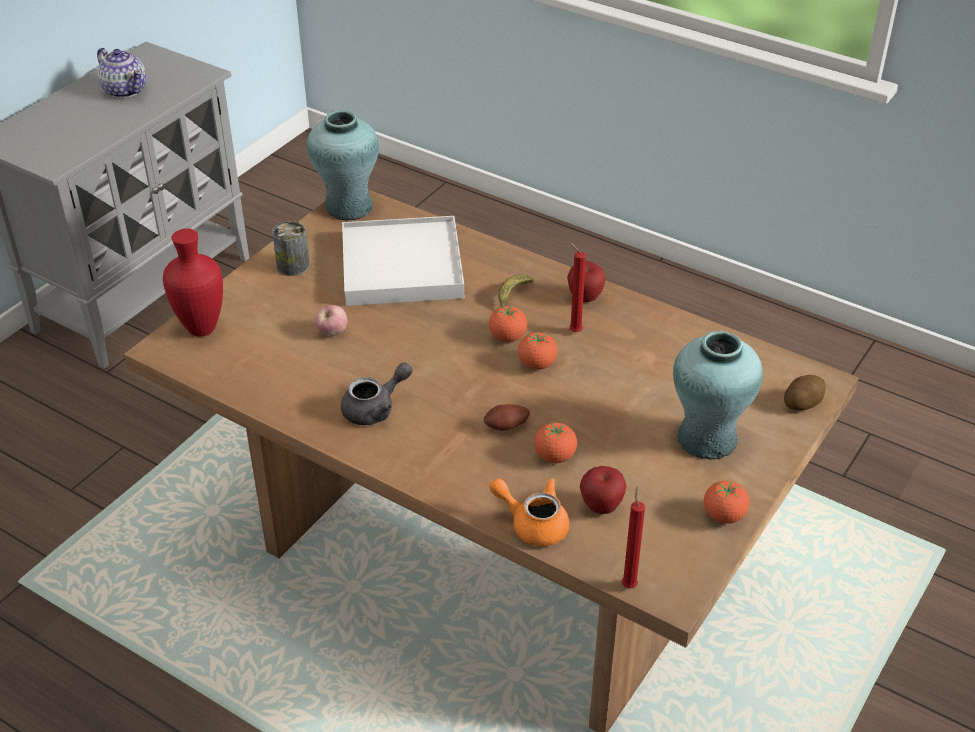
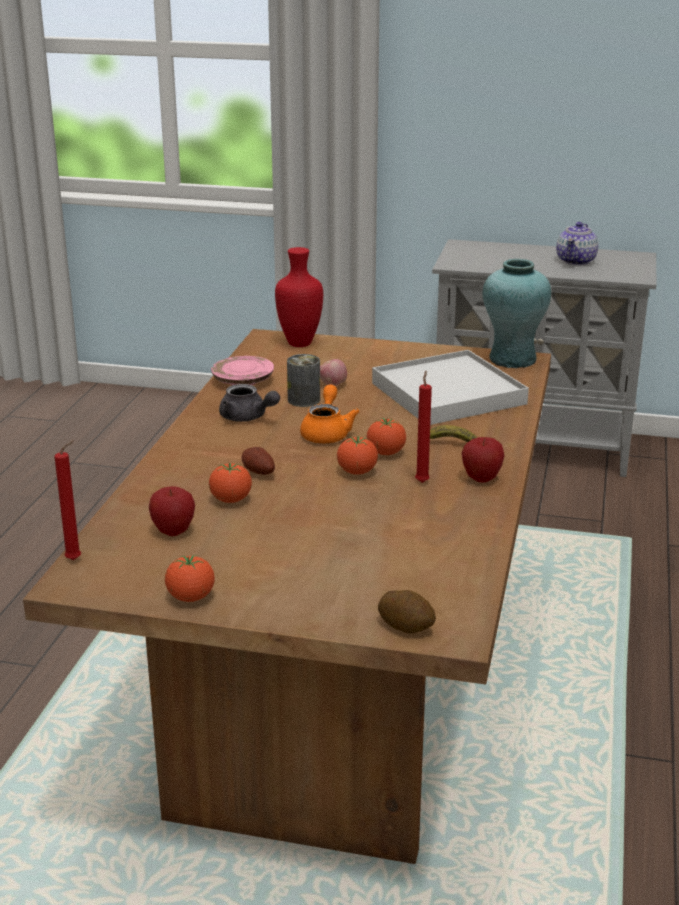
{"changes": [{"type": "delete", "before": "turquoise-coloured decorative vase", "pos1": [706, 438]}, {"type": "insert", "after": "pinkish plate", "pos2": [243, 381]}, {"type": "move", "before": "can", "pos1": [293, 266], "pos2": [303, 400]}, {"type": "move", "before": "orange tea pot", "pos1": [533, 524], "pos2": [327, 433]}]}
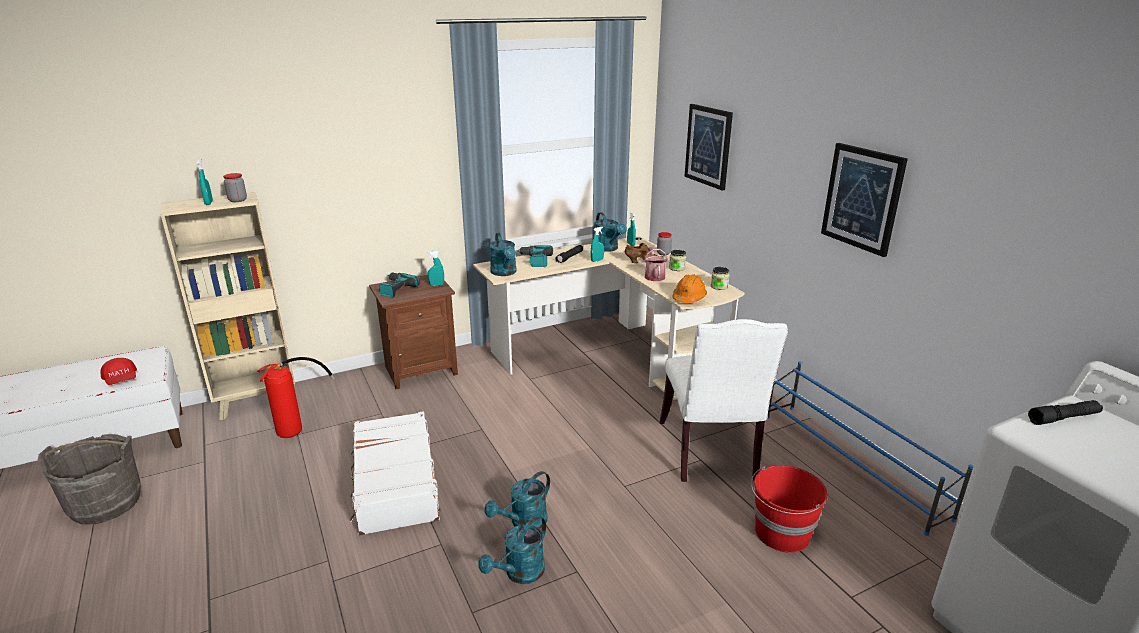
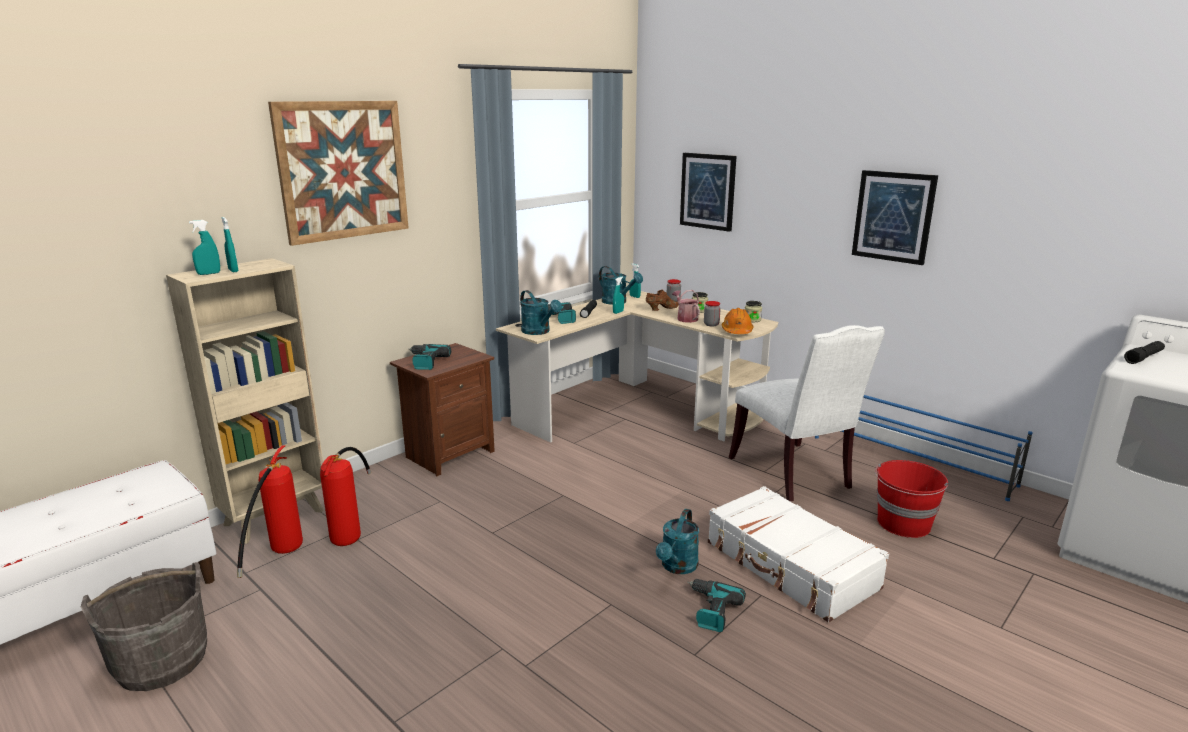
{"changes": [{"type": "delete", "before": "red cap", "pos1": [121, 380]}, {"type": "insert", "after": "fire-fighting cylinder", "pos2": [278, 557]}, {"type": "insert", "after": "wall art", "pos2": [343, 170]}, {"type": "move", "before": "storage jar", "pos1": [238, 200], "pos2": [711, 324]}, {"type": "move", "before": "whitish suitcase", "pos1": [395, 483], "pos2": [790, 566]}, {"type": "move", "before": "turquoise-coloured spray bottle", "pos1": [436, 285], "pos2": [209, 274]}, {"type": "replace", "before": "turquoise-coloured sprinkling can", "after": "electric drill", "pos1": [520, 574], "pos2": [711, 610]}]}
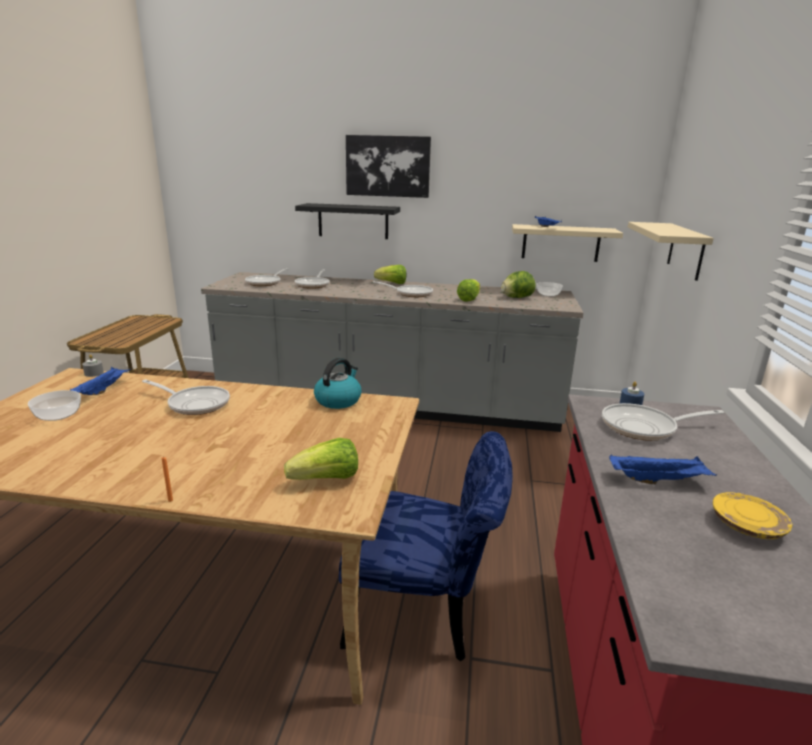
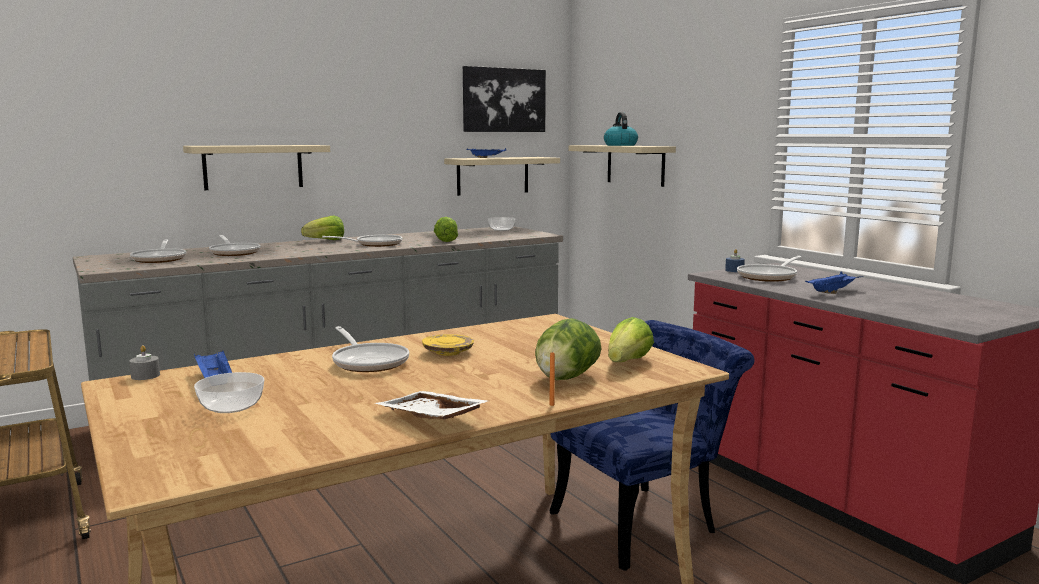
{"changes": [{"type": "insert", "after": "whitish serving tray", "pos2": [429, 418]}, {"type": "move", "before": "water kettle", "pos1": [338, 400], "pos2": [620, 145]}, {"type": "move", "before": "wall art", "pos1": [388, 166], "pos2": [503, 100]}, {"type": "move", "before": "head of lettuce", "pos1": [516, 297], "pos2": [565, 378]}, {"type": "move", "before": "yellow plate", "pos1": [747, 525], "pos2": [448, 352]}, {"type": "recolor", "before": "blackish shelf", "after": "beige shelf", "pos1": [353, 221], "pos2": [253, 167]}, {"type": "rotate", "before": "pan", "pos1": [195, 404], "pos2": [368, 362], "turn": 75}]}
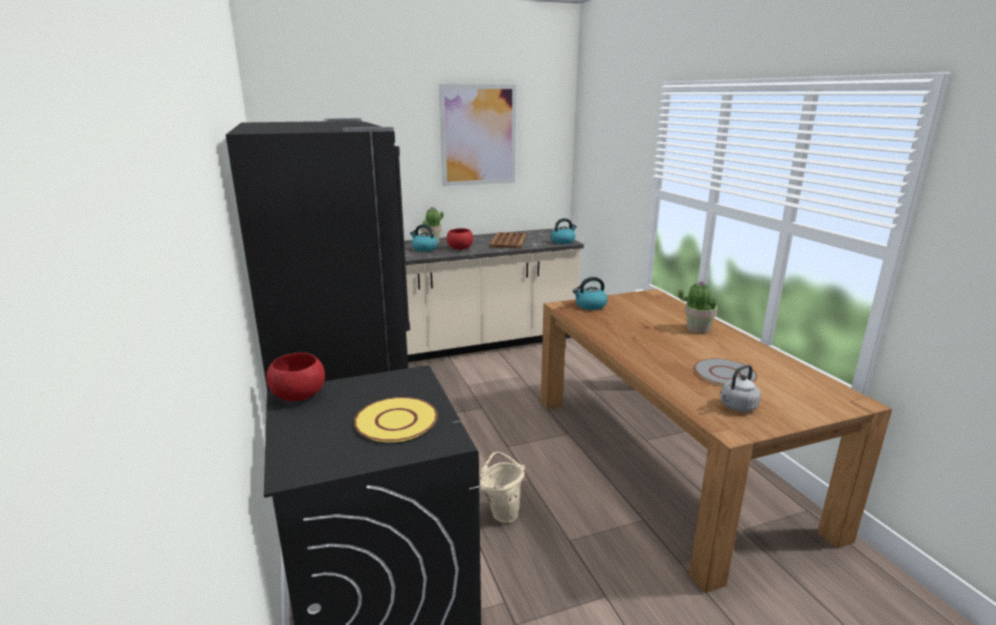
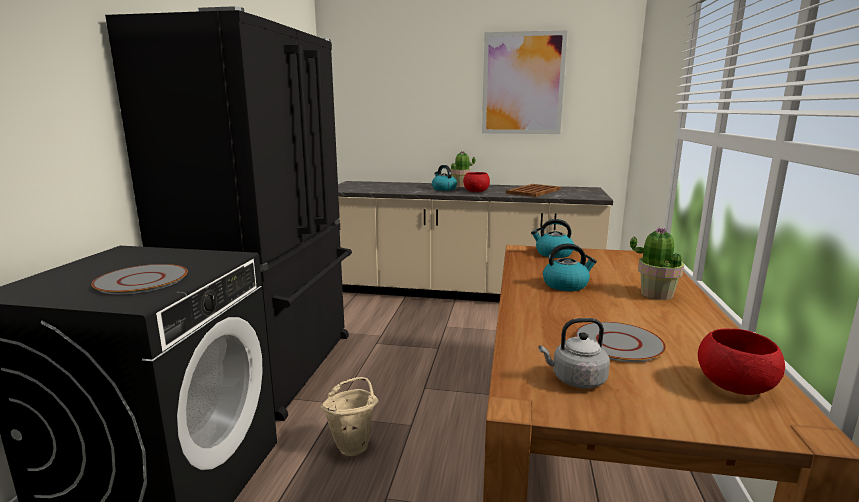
{"changes": [{"type": "move", "before": "red serving bowl", "pos1": [298, 395], "pos2": [734, 385]}, {"type": "move", "before": "water kettle", "pos1": [563, 241], "pos2": [566, 285]}, {"type": "recolor", "before": "yellow plate", "after": "greyish plate", "pos1": [395, 421], "pos2": [141, 280]}]}
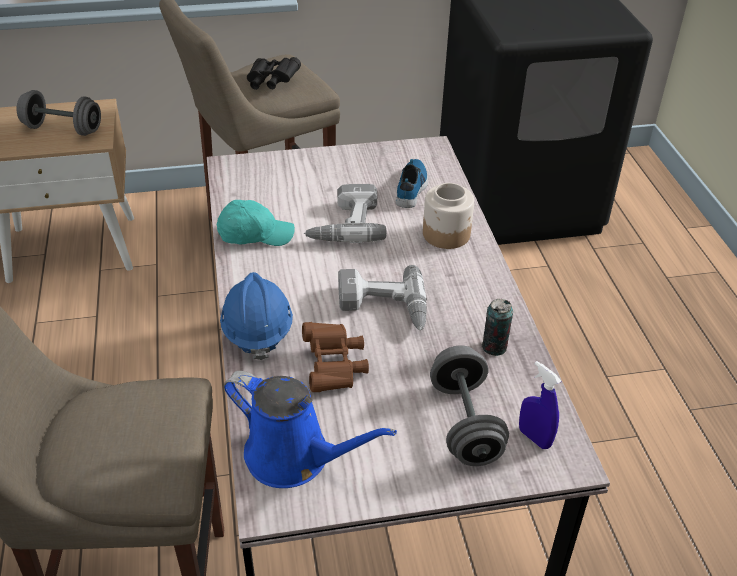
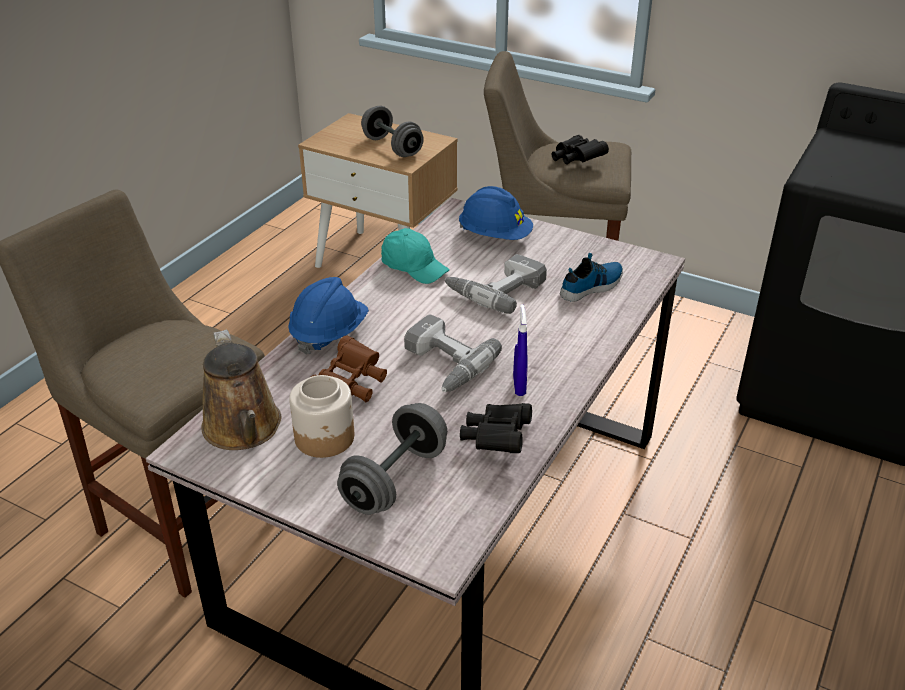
{"changes": [{"type": "insert", "after": "blue work helmet", "pos2": [495, 236]}, {"type": "move", "before": "storage jar", "pos1": [447, 234], "pos2": [325, 438]}, {"type": "move", "before": "blue spray bottle", "pos1": [534, 438], "pos2": [519, 386]}, {"type": "replace", "before": "can", "after": "blackish binoculars", "pos1": [494, 347], "pos2": [496, 439]}, {"type": "recolor", "before": "blue sprinkling can", "after": "brown-coloured sprinkling can", "pos1": [294, 457], "pos2": [244, 429]}]}
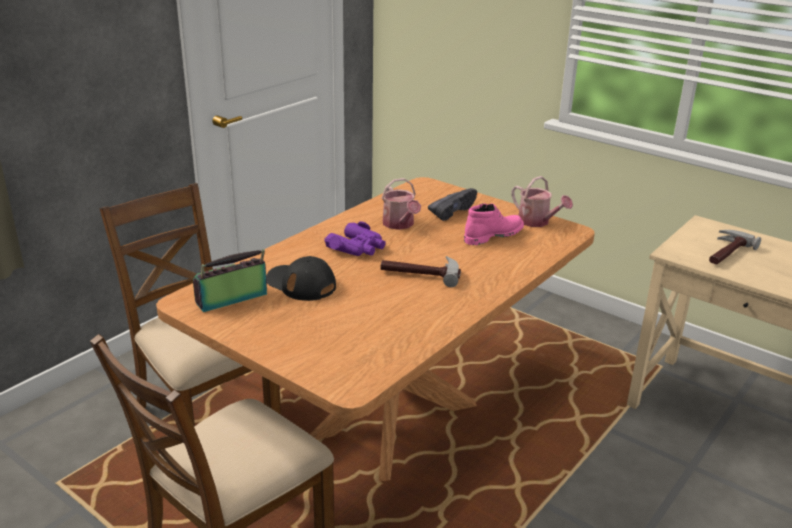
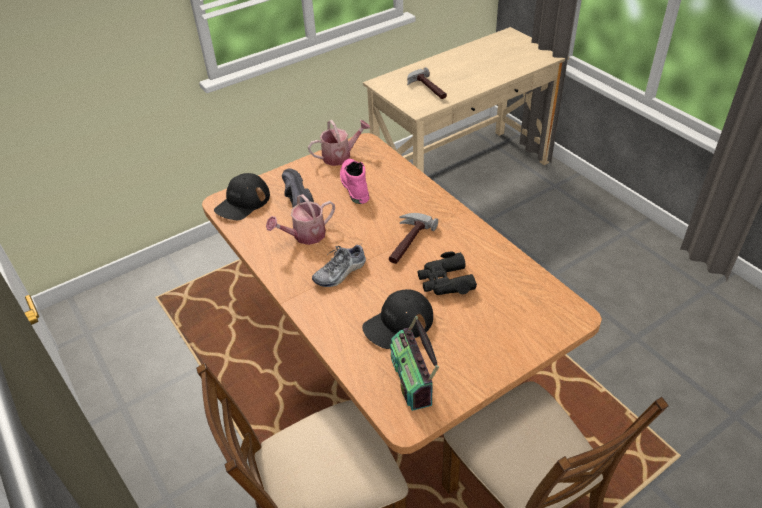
{"changes": [{"type": "insert", "after": "blackish cap", "pos2": [242, 202]}, {"type": "insert", "after": "blackish binoculars", "pos2": [445, 281]}, {"type": "replace", "before": "purplish binoculars", "after": "shoe", "pos1": [357, 247], "pos2": [340, 273]}, {"type": "rotate", "before": "sprinkling can", "pos1": [400, 224], "pos2": [305, 236], "turn": 150}]}
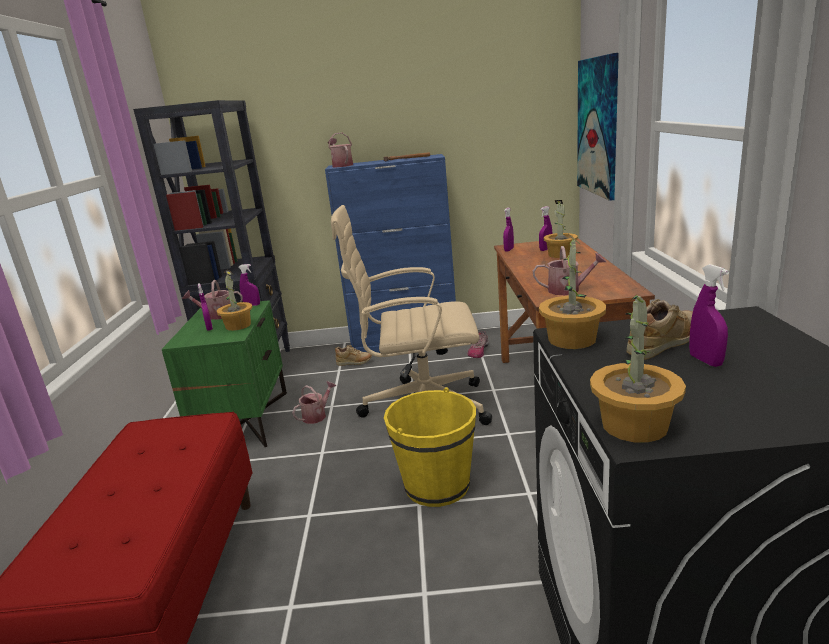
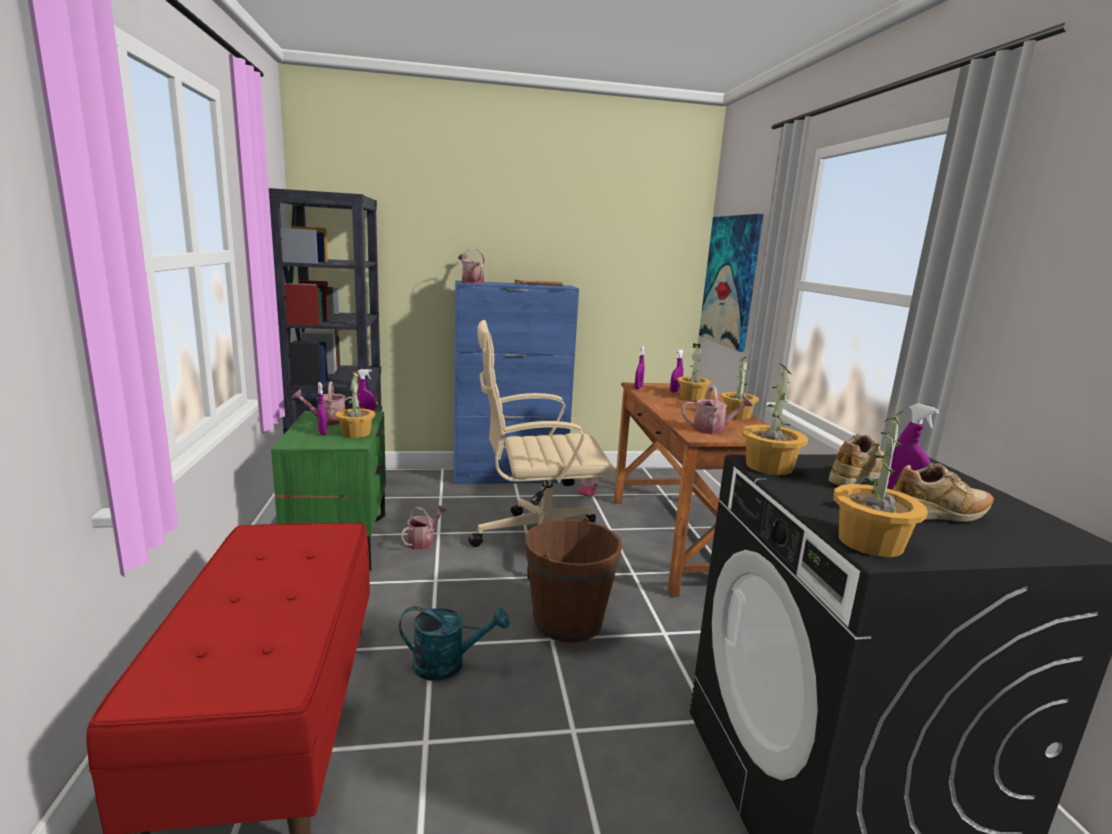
{"changes": [{"type": "insert", "after": "turquoise-coloured sprinkling can", "pos2": [448, 664]}, {"type": "insert", "after": "plant in a pot", "pos2": [737, 415]}, {"type": "move", "before": "beige shoe", "pos1": [354, 363], "pos2": [938, 516]}, {"type": "recolor", "before": "yellow bucket", "after": "brown-coloured bucket", "pos1": [437, 485], "pos2": [568, 621]}]}
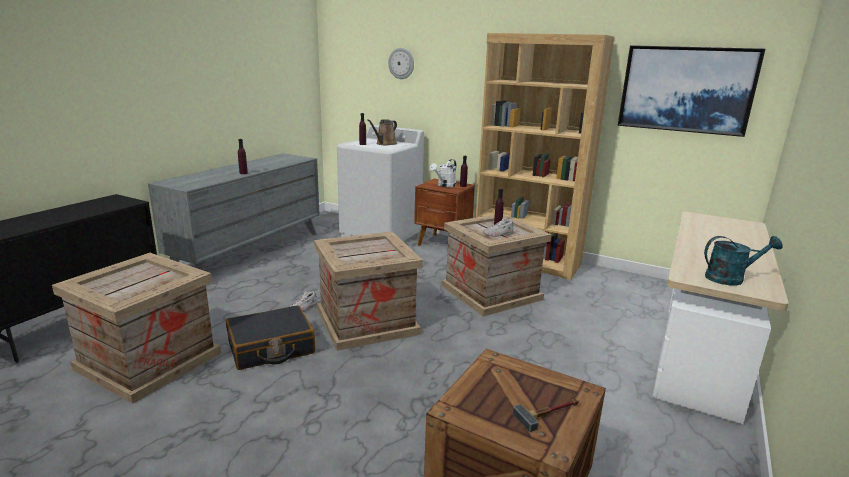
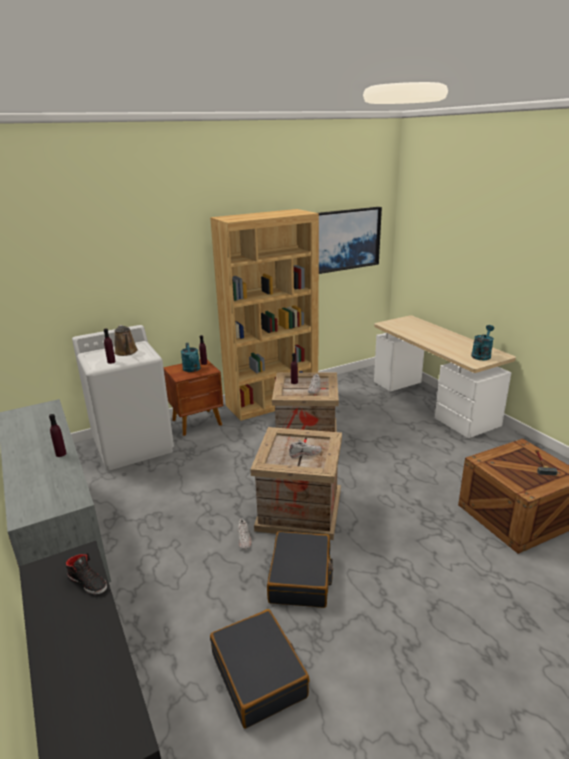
{"changes": [{"type": "delete", "before": "clock on the wall", "pos1": [401, 63]}, {"type": "insert", "after": "blackish shoe", "pos2": [88, 582]}, {"type": "insert", "after": "whitish shoe", "pos2": [305, 453]}, {"type": "replace", "before": "shipping crate", "after": "blackish suitcase", "pos1": [148, 360], "pos2": [259, 675]}, {"type": "recolor", "before": "whitish sprinkling can", "after": "turquoise-coloured sprinkling can", "pos1": [444, 185], "pos2": [192, 370]}]}
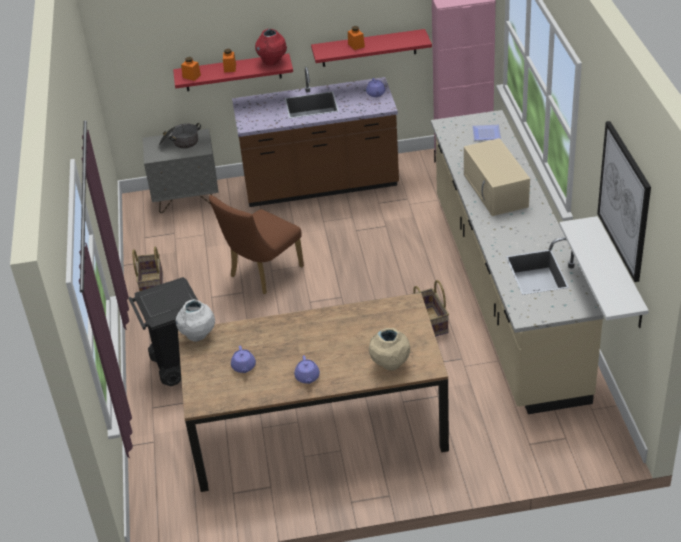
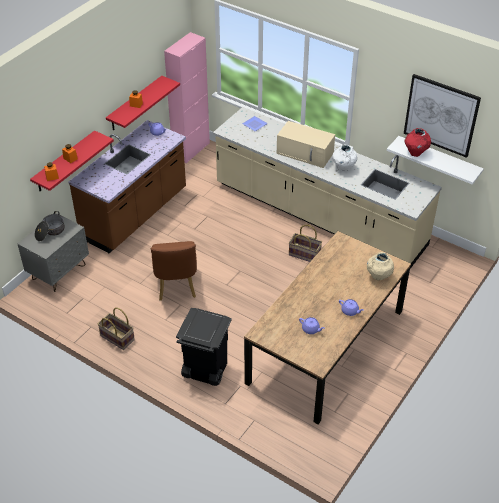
{"changes": [{"type": "move", "before": "whitish decorative vase", "pos1": [198, 336], "pos2": [343, 168]}, {"type": "move", "before": "red decorative vase", "pos1": [272, 62], "pos2": [415, 153]}]}
